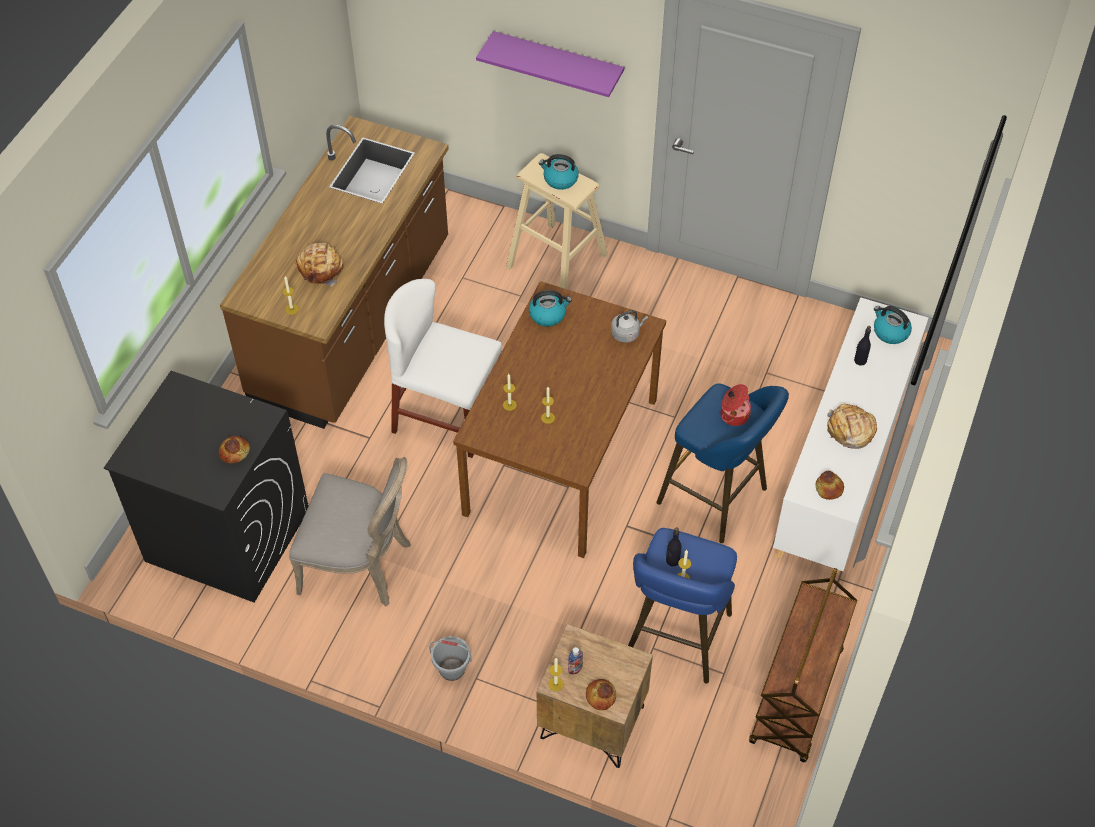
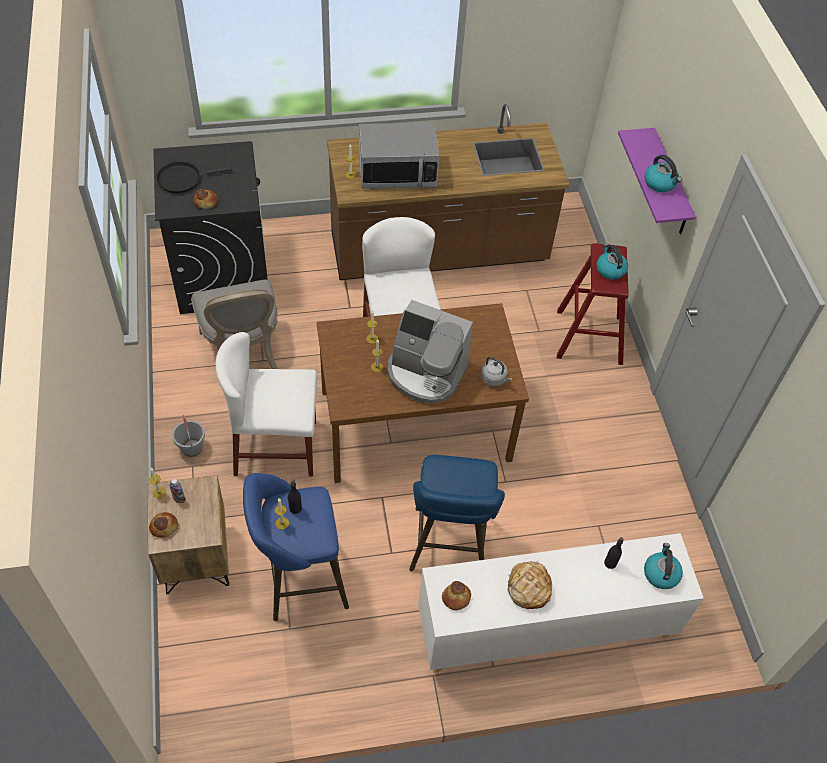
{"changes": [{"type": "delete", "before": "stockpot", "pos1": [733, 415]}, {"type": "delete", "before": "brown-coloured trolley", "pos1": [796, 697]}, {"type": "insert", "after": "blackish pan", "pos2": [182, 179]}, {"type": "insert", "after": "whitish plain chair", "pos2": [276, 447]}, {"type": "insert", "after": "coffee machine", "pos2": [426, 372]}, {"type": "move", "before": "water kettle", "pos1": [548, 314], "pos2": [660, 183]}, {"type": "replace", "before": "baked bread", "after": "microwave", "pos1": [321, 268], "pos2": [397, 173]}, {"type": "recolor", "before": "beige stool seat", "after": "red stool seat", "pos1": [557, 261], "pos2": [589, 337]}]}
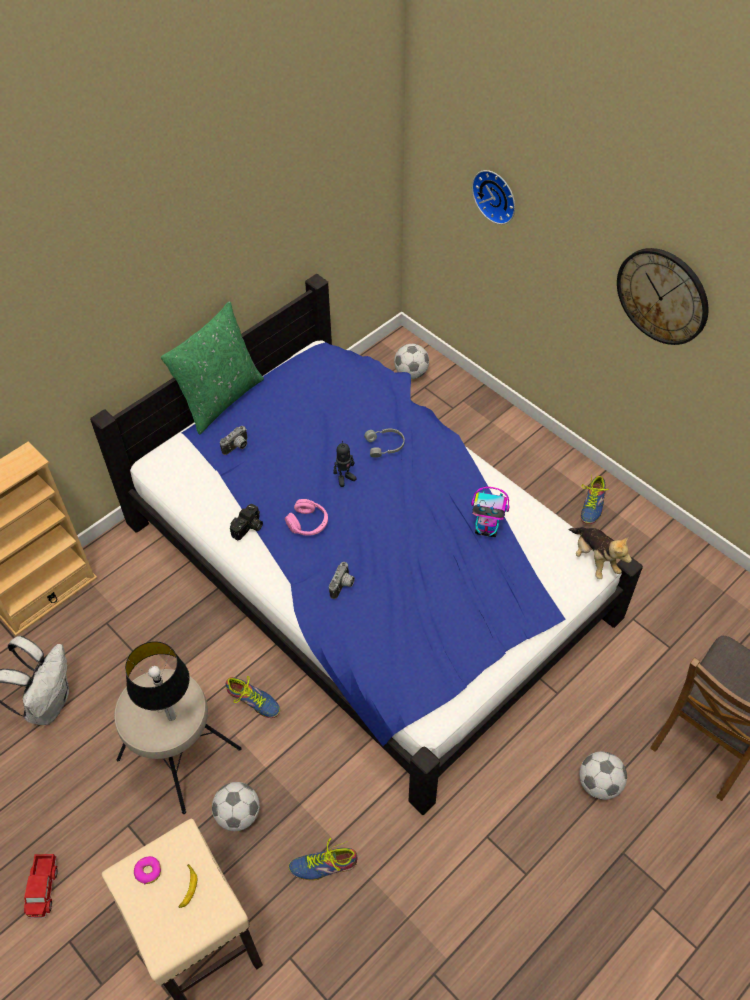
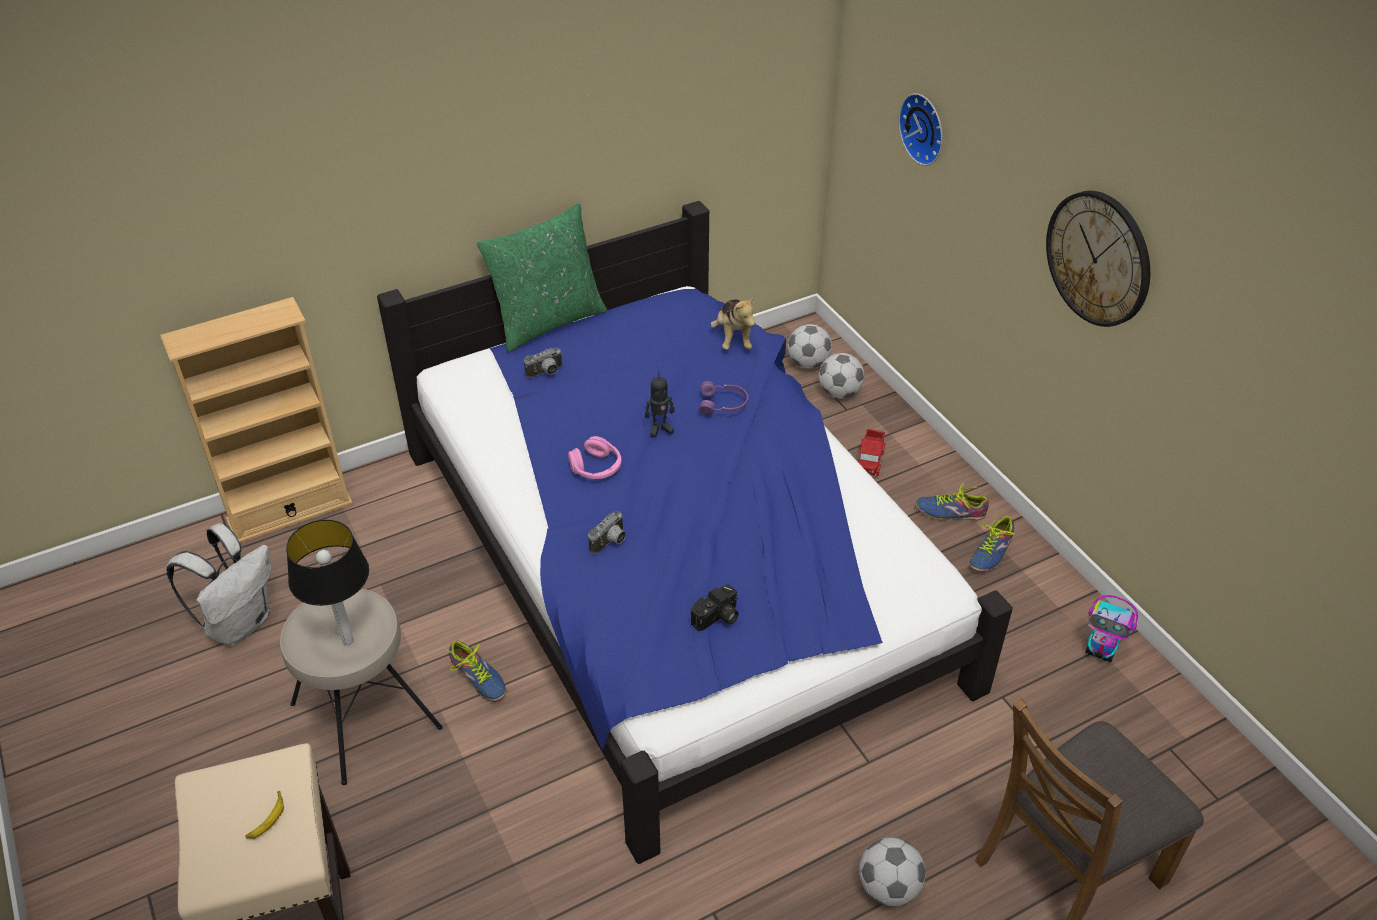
{"changes": [{"type": "delete", "before": "ring doughnut", "pos1": [148, 871]}, {"type": "move", "before": "toy lorry", "pos1": [43, 888], "pos2": [870, 460]}, {"type": "move", "before": "football ball", "pos1": [238, 814], "pos2": [839, 393]}, {"type": "move", "before": "photo camera", "pos1": [249, 528], "pos2": [717, 618]}, {"type": "move", "before": "shoe", "pos1": [324, 865], "pos2": [950, 512]}, {"type": "move", "before": "robot figure", "pos1": [487, 529], "pos2": [1101, 651]}, {"type": "move", "before": "plush toy", "pos1": [594, 559], "pos2": [733, 338]}, {"type": "recolor", "before": "greyish headphones", "after": "purplish headphones", "pos1": [385, 446], "pos2": [723, 404]}]}
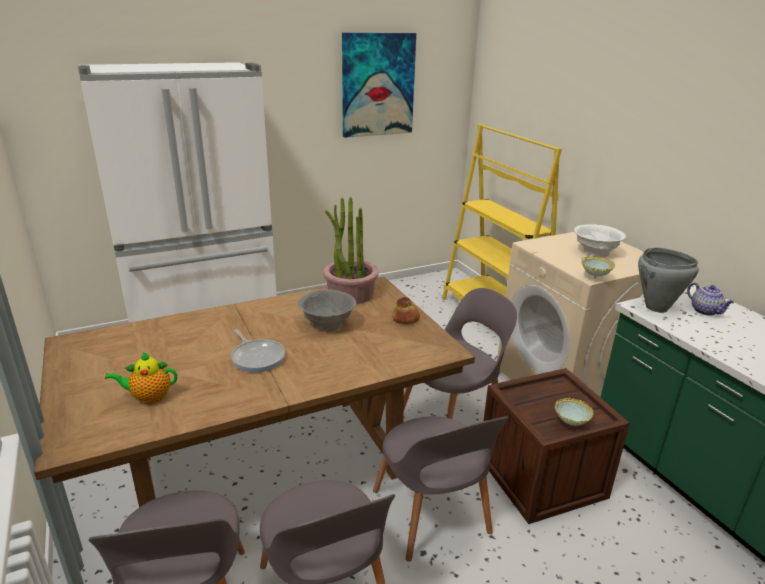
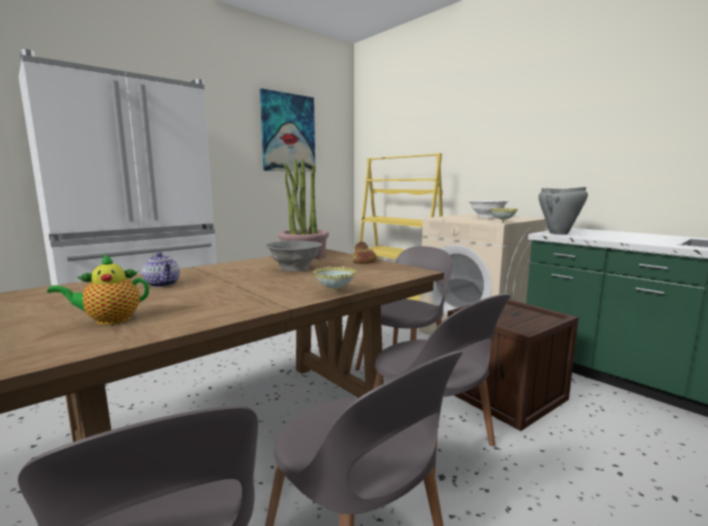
{"changes": [{"type": "delete", "before": "pan", "pos1": [257, 357]}, {"type": "move", "before": "serving bowl", "pos1": [570, 425], "pos2": [335, 292]}, {"type": "move", "before": "tea pot", "pos1": [705, 311], "pos2": [163, 284]}]}
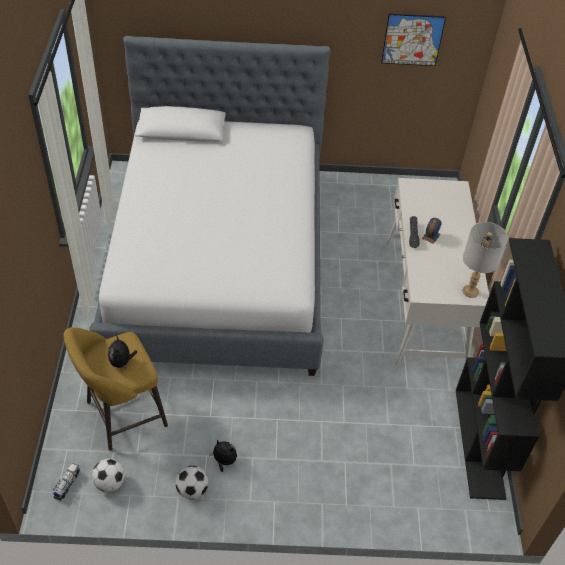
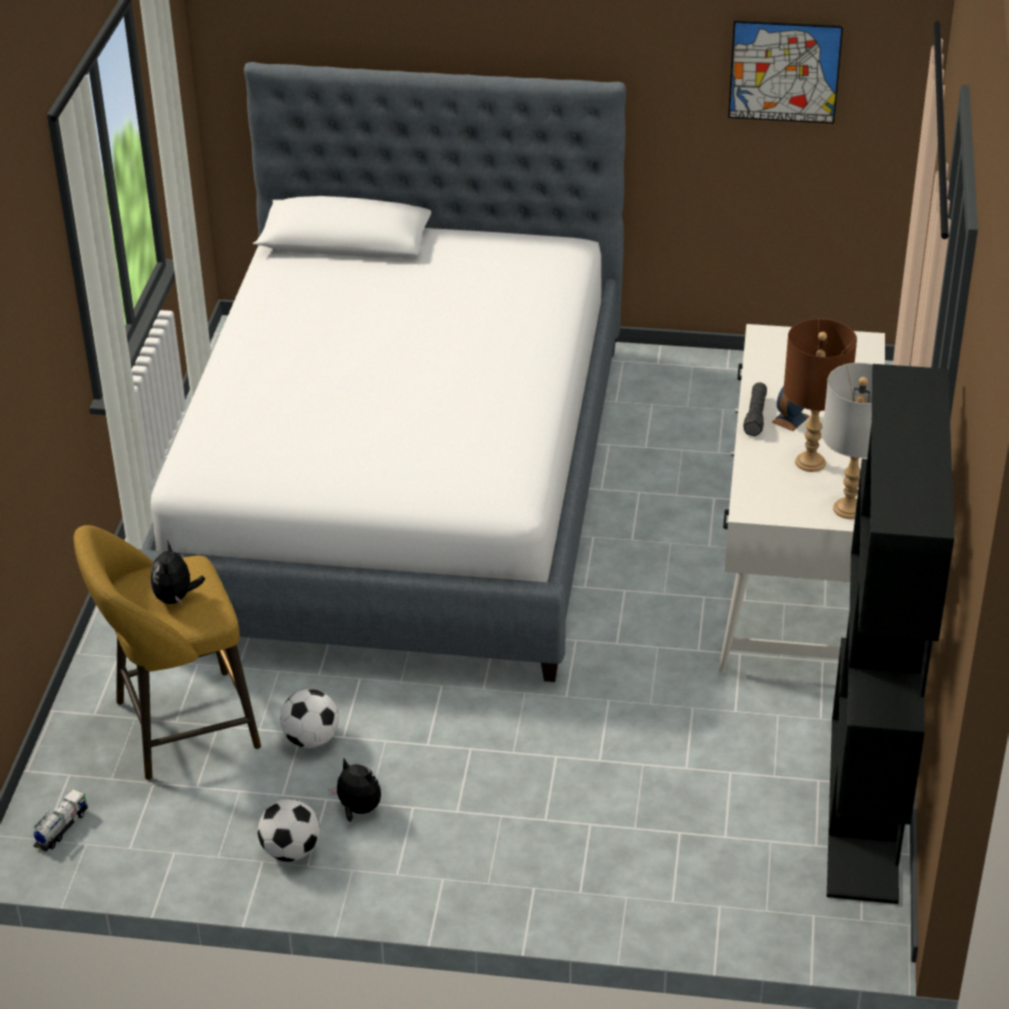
{"changes": [{"type": "insert", "after": "brown-coloured table lamp", "pos2": [809, 462]}, {"type": "move", "before": "football ball", "pos1": [110, 483], "pos2": [311, 739]}]}
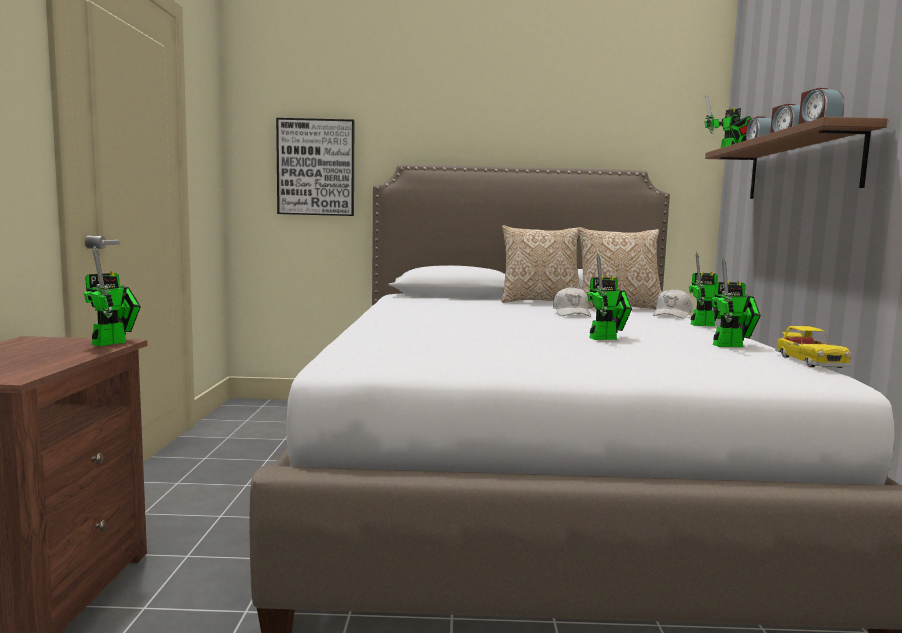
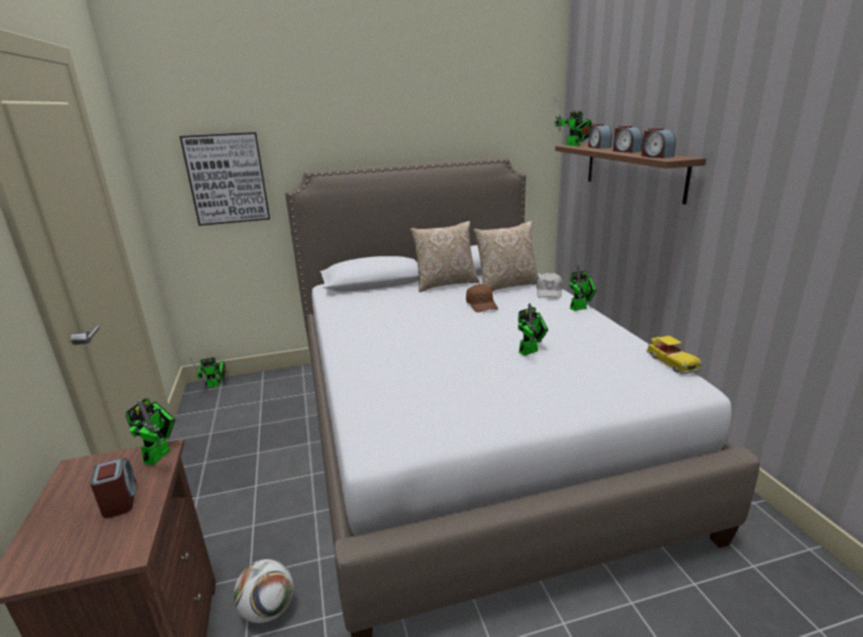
{"changes": [{"type": "insert", "after": "bedside clock", "pos2": [120, 500]}, {"type": "insert", "after": "football ball", "pos2": [268, 610]}, {"type": "move", "before": "robot figure", "pos1": [732, 346], "pos2": [215, 385]}, {"type": "recolor", "before": "whitish cap", "after": "brown-coloured cap", "pos1": [572, 313], "pos2": [481, 305]}]}
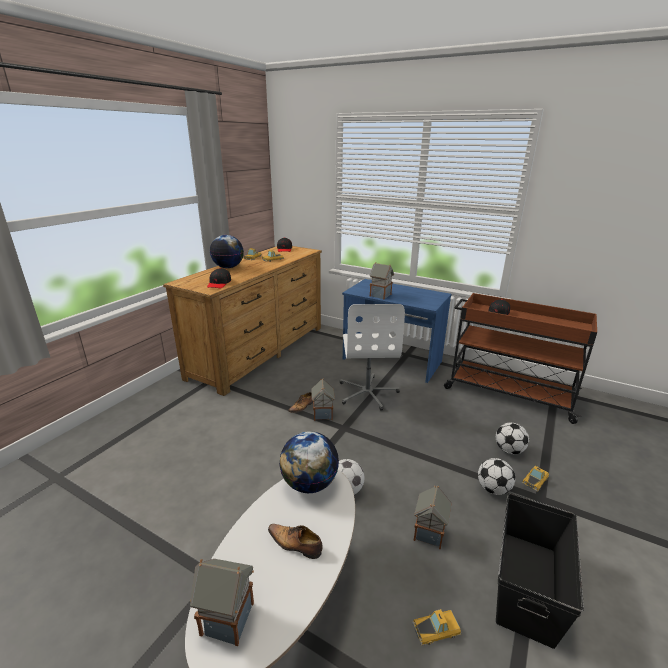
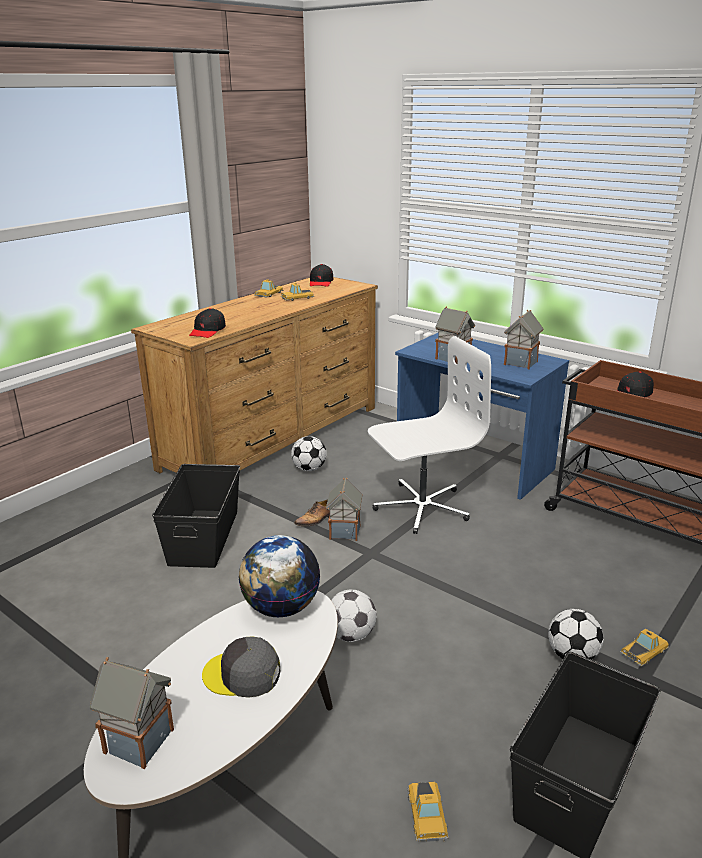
{"changes": [{"type": "delete", "before": "desk globe", "pos1": [228, 267]}, {"type": "insert", "after": "blackish storage box", "pos2": [205, 537]}, {"type": "move", "before": "model house", "pos1": [429, 533], "pos2": [520, 362]}, {"type": "move", "before": "football ball", "pos1": [509, 450], "pos2": [309, 469]}, {"type": "replace", "before": "shoe", "after": "greyish cap", "pos1": [295, 544], "pos2": [242, 674]}, {"type": "rotate", "before": "whitish office chair", "pos1": [367, 392], "pos2": [421, 507], "turn": -120}, {"type": "rotate", "before": "miniature car", "pos1": [437, 629], "pos2": [427, 815], "turn": 90}]}
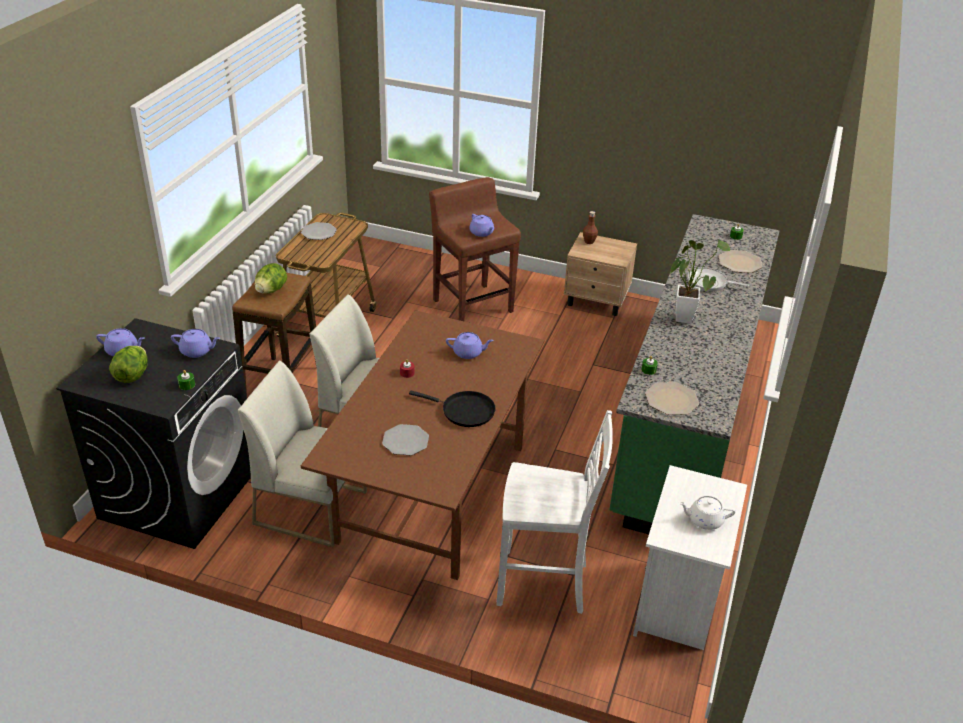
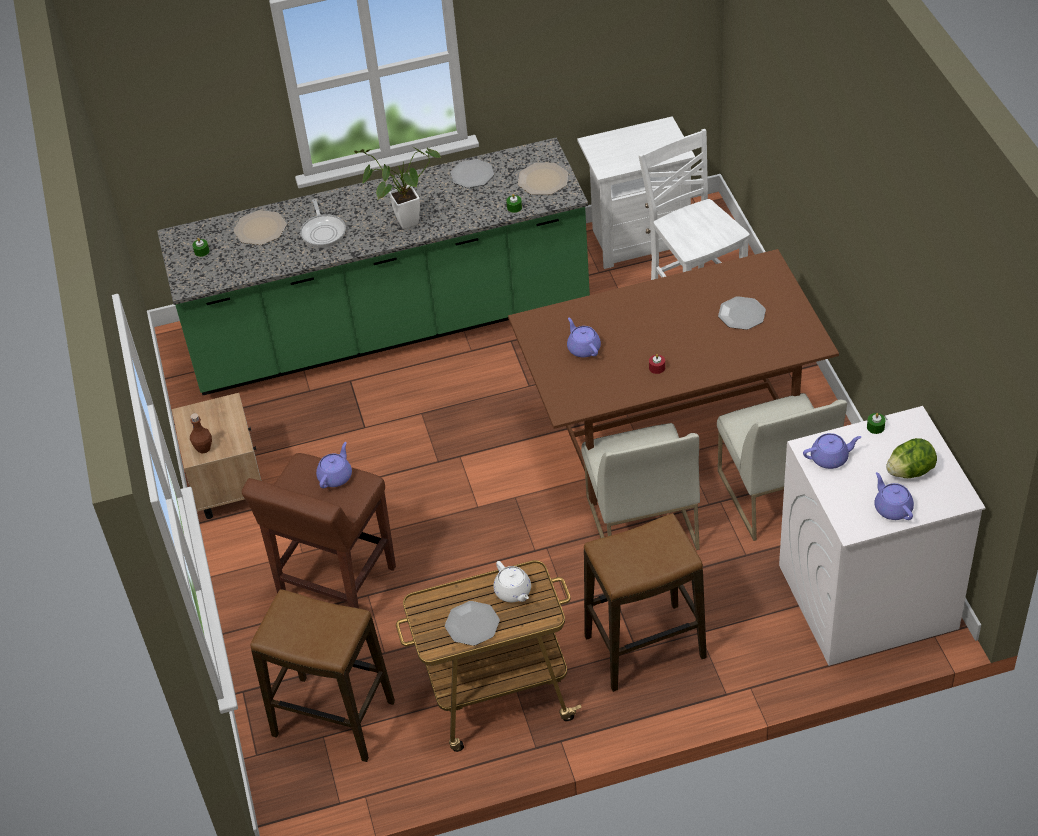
{"changes": [{"type": "delete", "before": "head of lettuce", "pos1": [271, 290]}, {"type": "delete", "before": "blackish pan", "pos1": [464, 411]}, {"type": "insert", "after": "stool seat", "pos2": [333, 719]}, {"type": "insert", "after": "plate", "pos2": [472, 175]}, {"type": "move", "before": "whitish tea pot", "pos1": [704, 520], "pos2": [513, 592]}, {"type": "recolor", "before": "blackish washing machine", "after": "whitish washing machine", "pos1": [179, 493], "pos2": [866, 597]}, {"type": "rotate", "before": "purplish tea pot", "pos1": [197, 351], "pos2": [830, 458], "turn": 105}]}
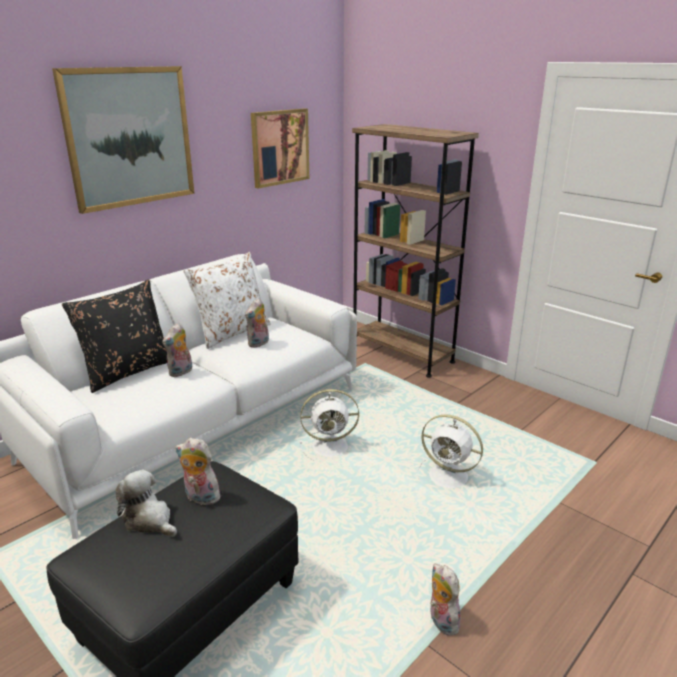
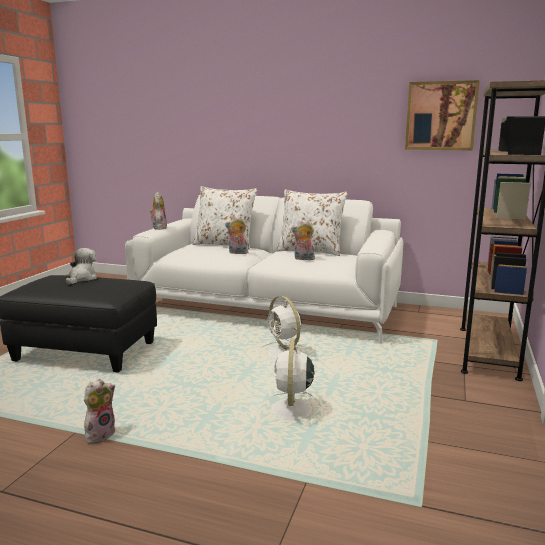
{"changes": [{"type": "delete", "before": "wall art", "pos1": [129, 137]}, {"type": "move", "before": "plush toy", "pos1": [200, 498], "pos2": [158, 228]}, {"type": "recolor", "before": "blackish cushion", "after": "whitish cushion", "pos1": [127, 371], "pos2": [225, 244]}]}
